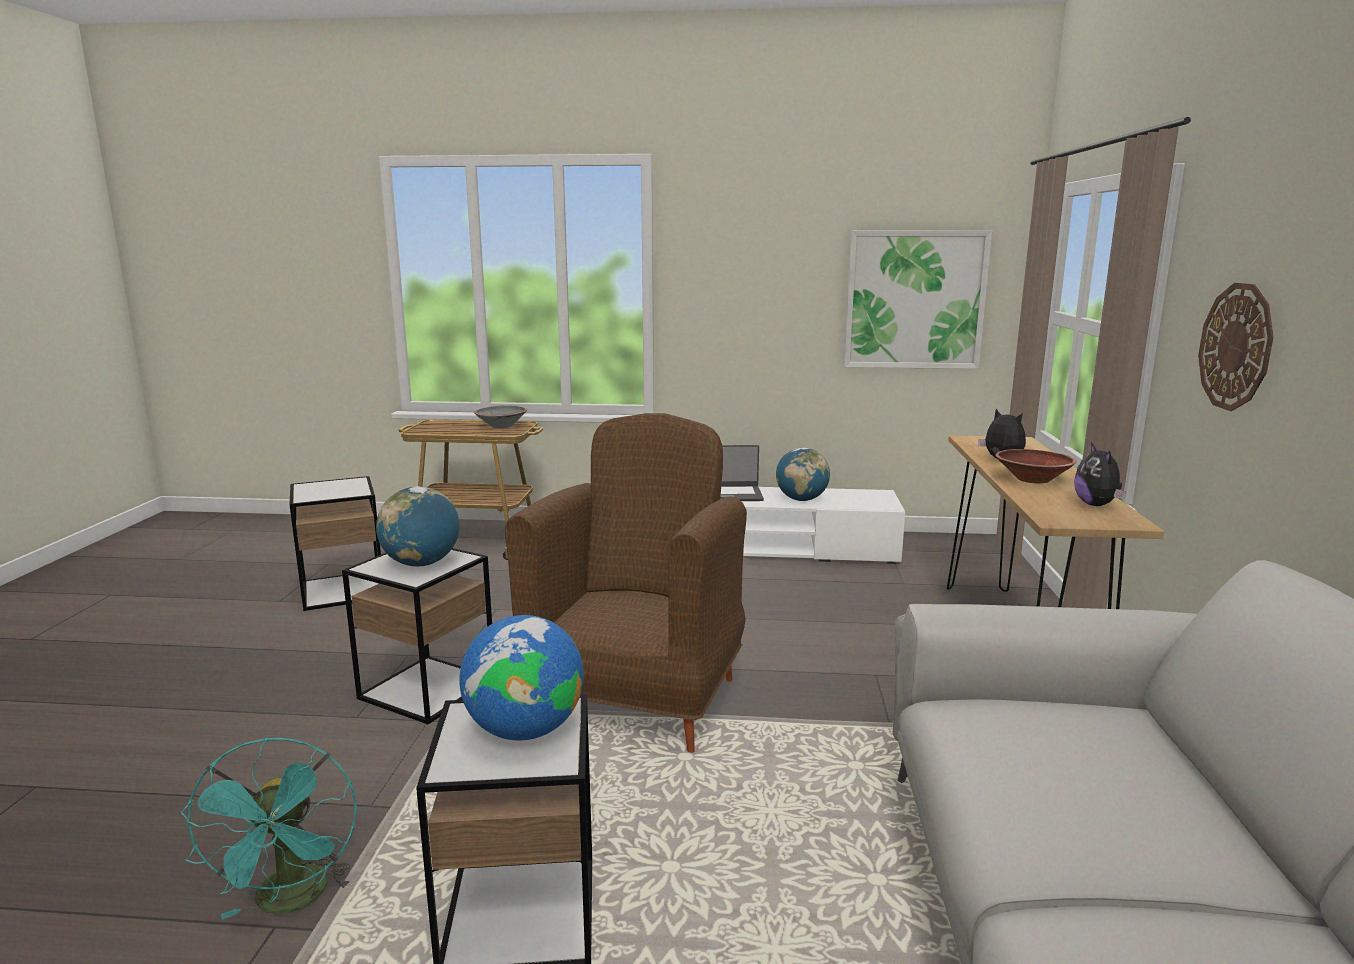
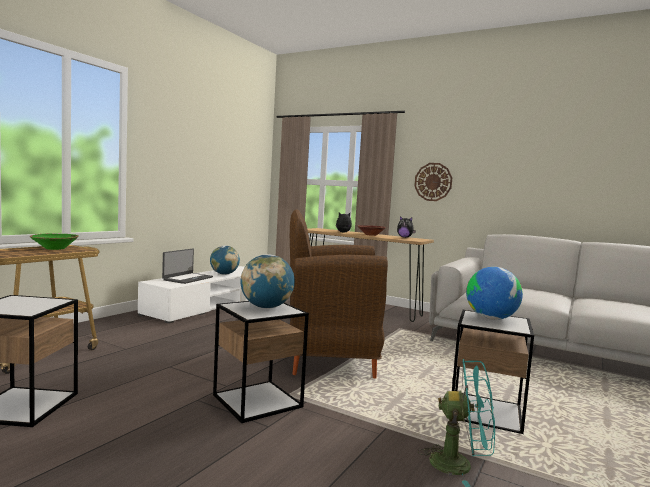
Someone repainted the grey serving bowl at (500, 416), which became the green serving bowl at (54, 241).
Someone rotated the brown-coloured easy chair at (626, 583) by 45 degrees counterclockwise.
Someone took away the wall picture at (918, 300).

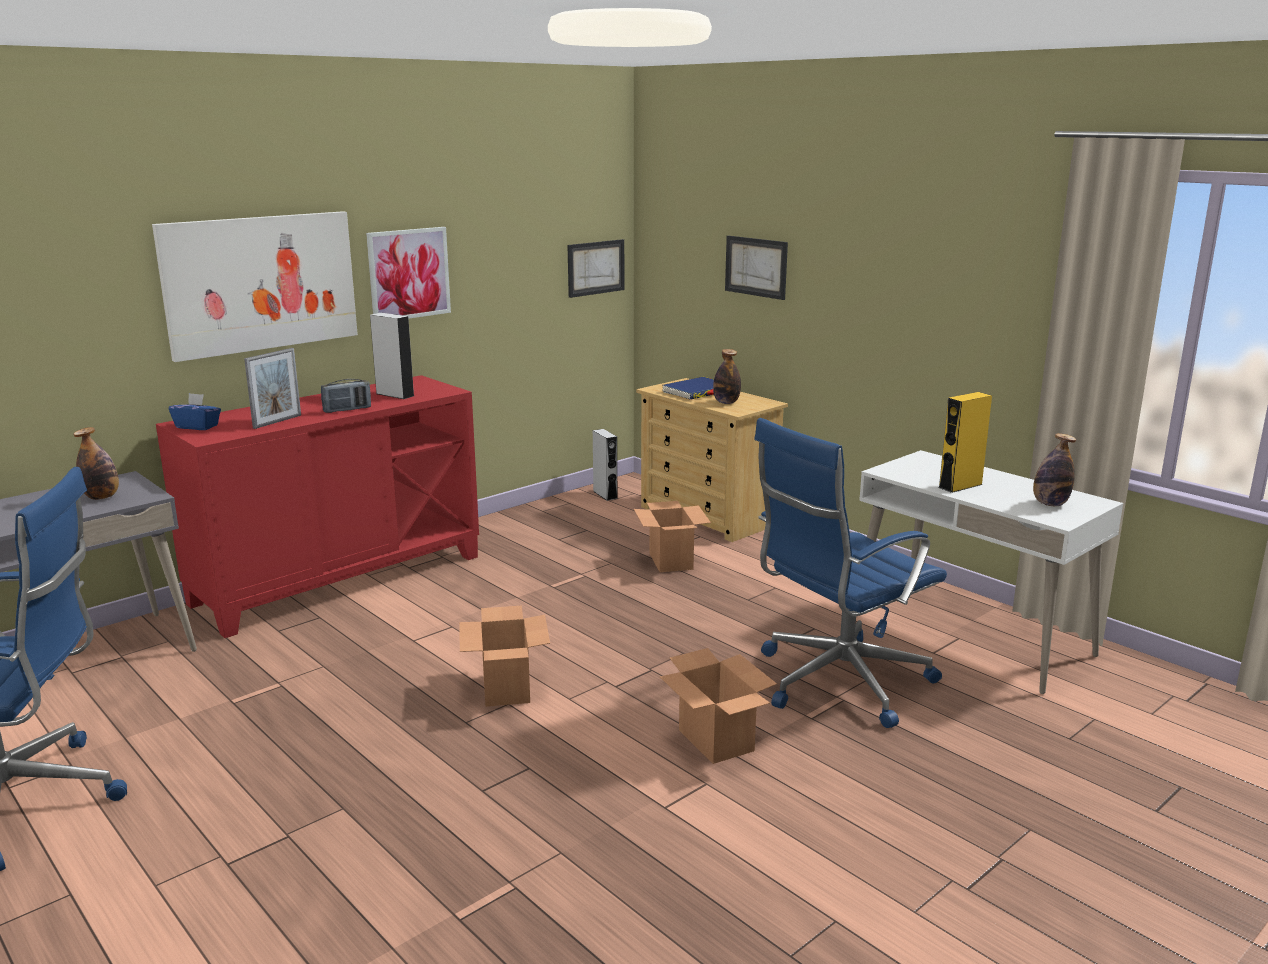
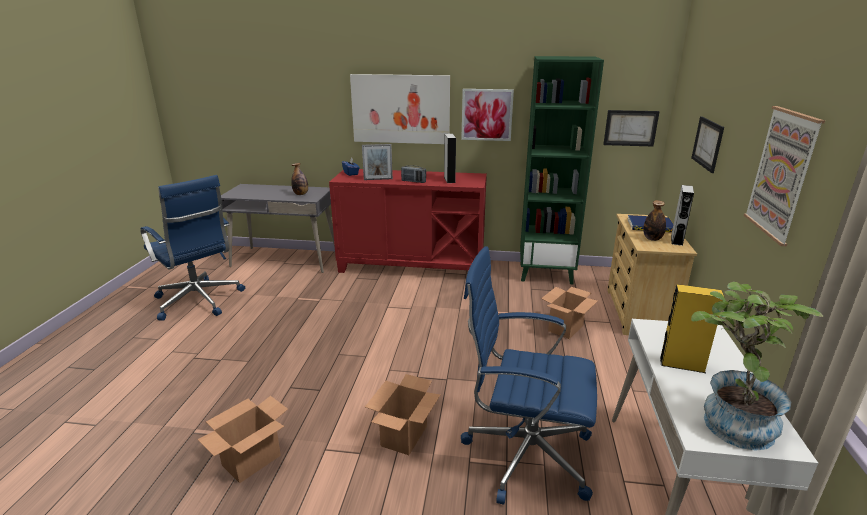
Someone carried the carton from (504, 656) to (242, 439).
Someone carried the grey audio speaker from (605, 465) to (682, 215).
Someone swapped the beverage bottle at (1054, 469) for the plant in a pot at (757, 366).
Someone put down the green bookshelf at (562, 170).
Someone put up the wall picture at (784, 176).

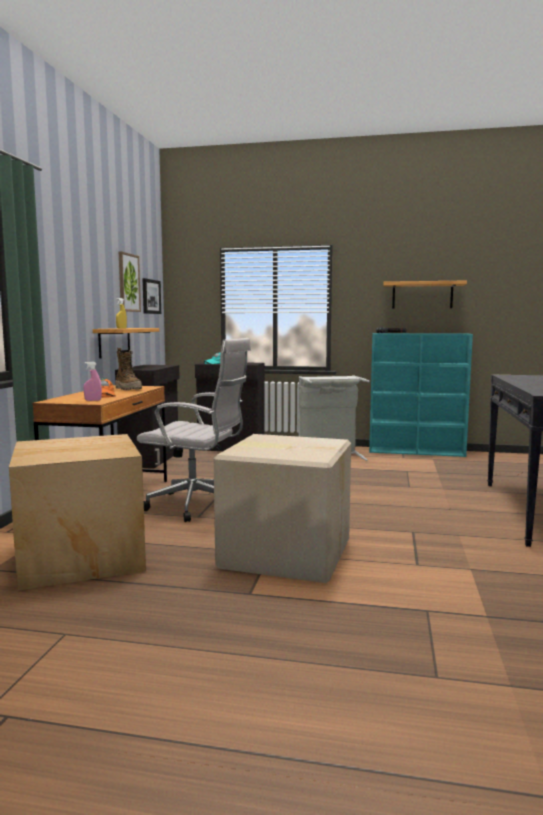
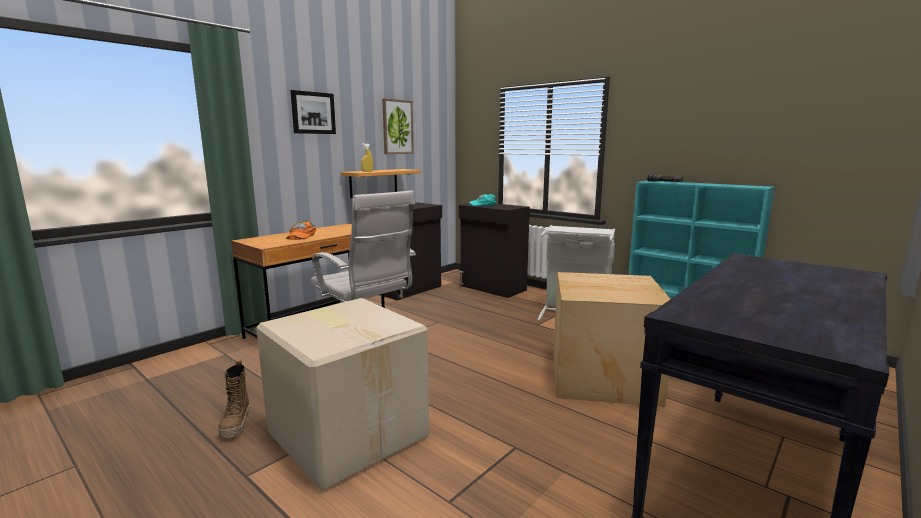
Someone carried the carton from (77, 512) to (611, 339).
Someone took away the pinkish spray bottle at (93, 381).
Someone carried the boot from (128, 369) to (234, 399).
Someone carried the wall picture from (151, 296) to (313, 112).
Someone took away the wall shelf at (425, 294).

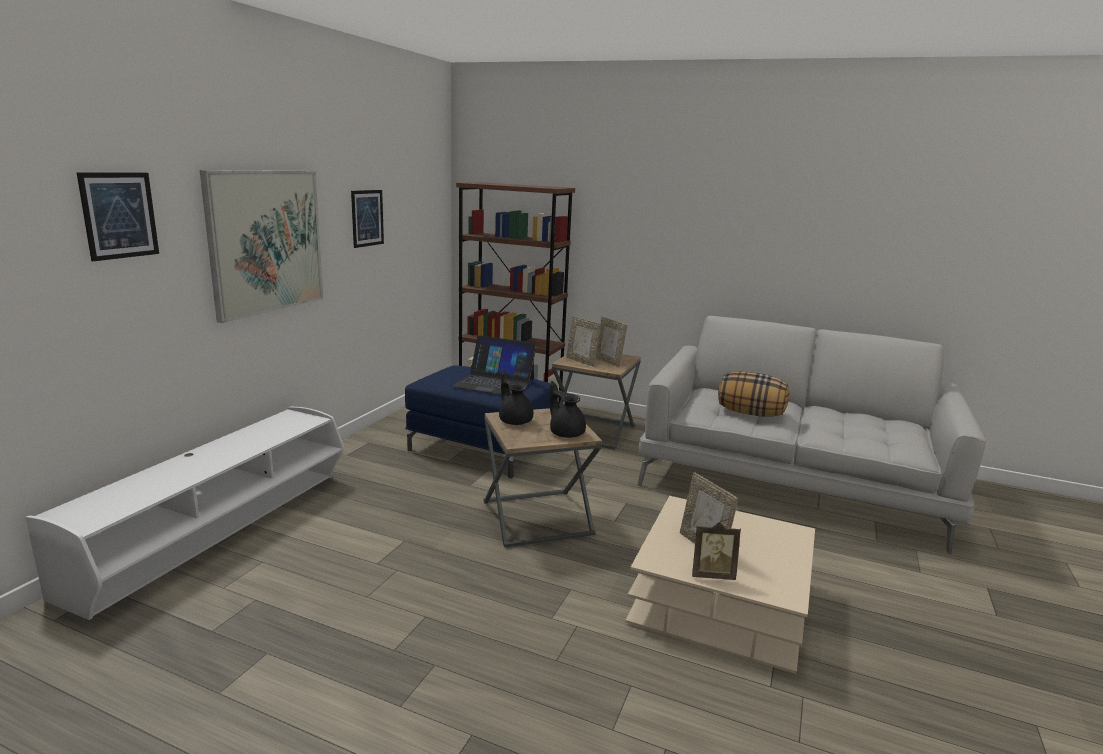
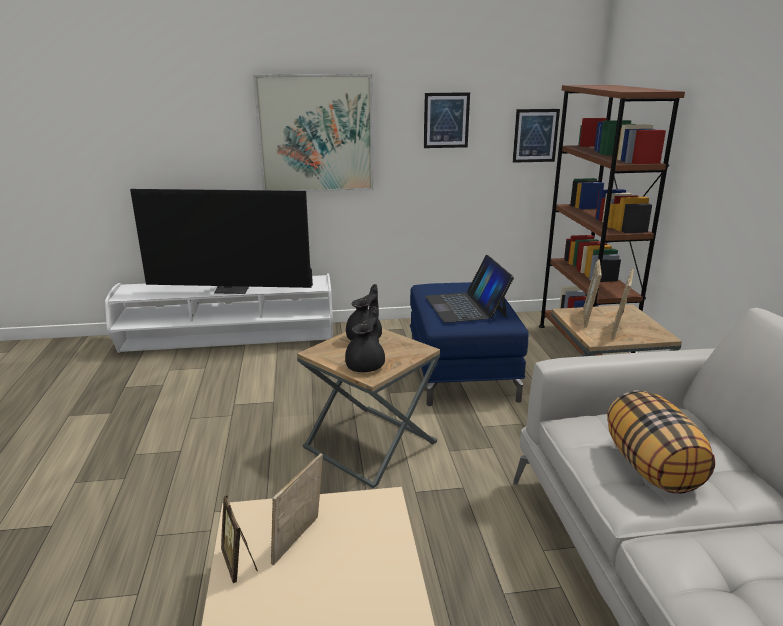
Someone carried the wall picture from (117, 216) to (536, 136).
Someone put down the television at (221, 241).

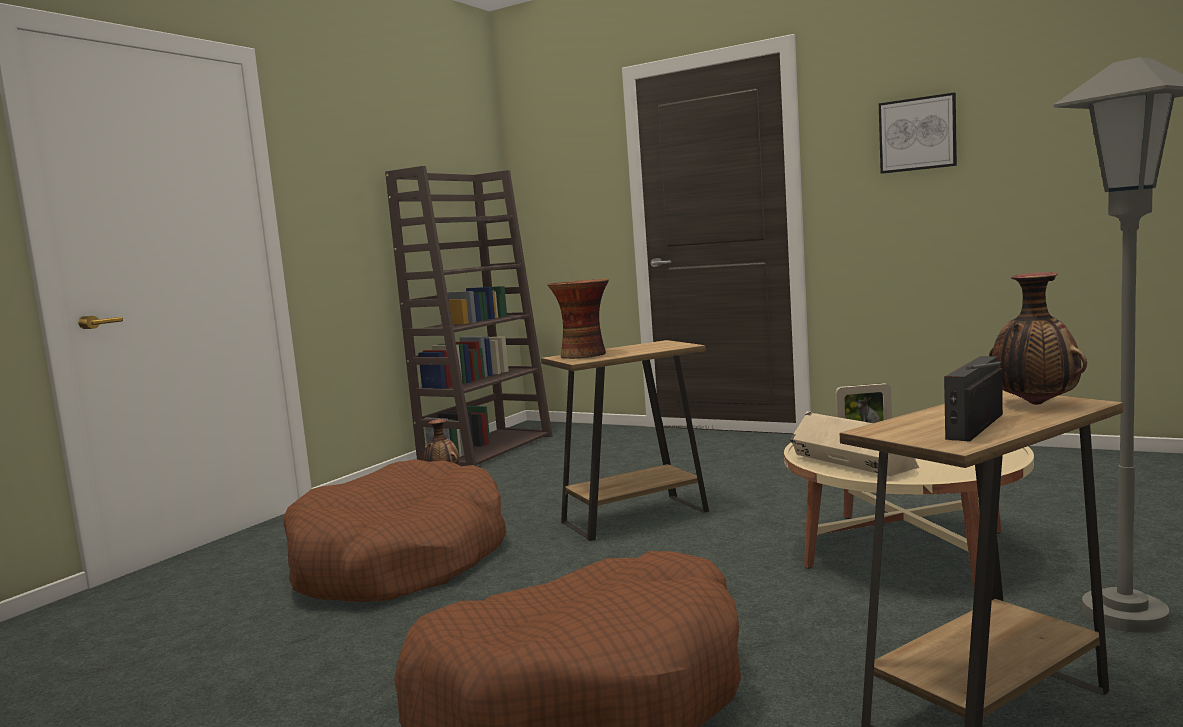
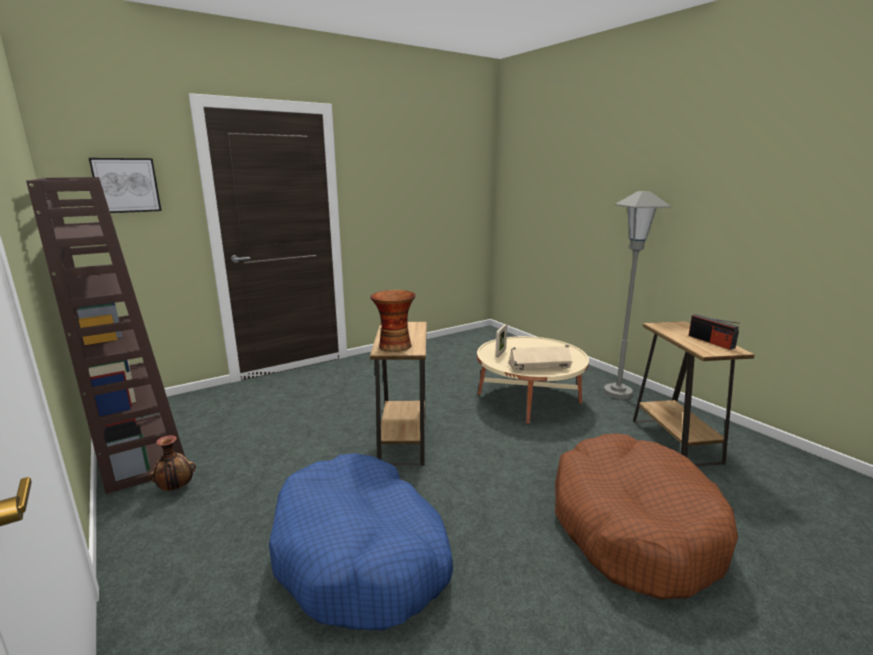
Someone repainted the brown-coloured pet bed at (394, 530), which became the blue-coloured pet bed at (361, 541).
Someone carried the wall picture from (918, 133) to (125, 185).
Someone took away the flower vase at (1038, 338).

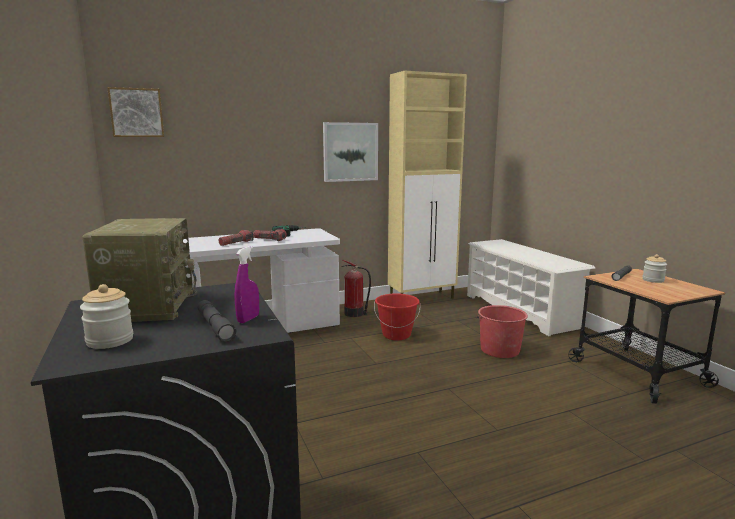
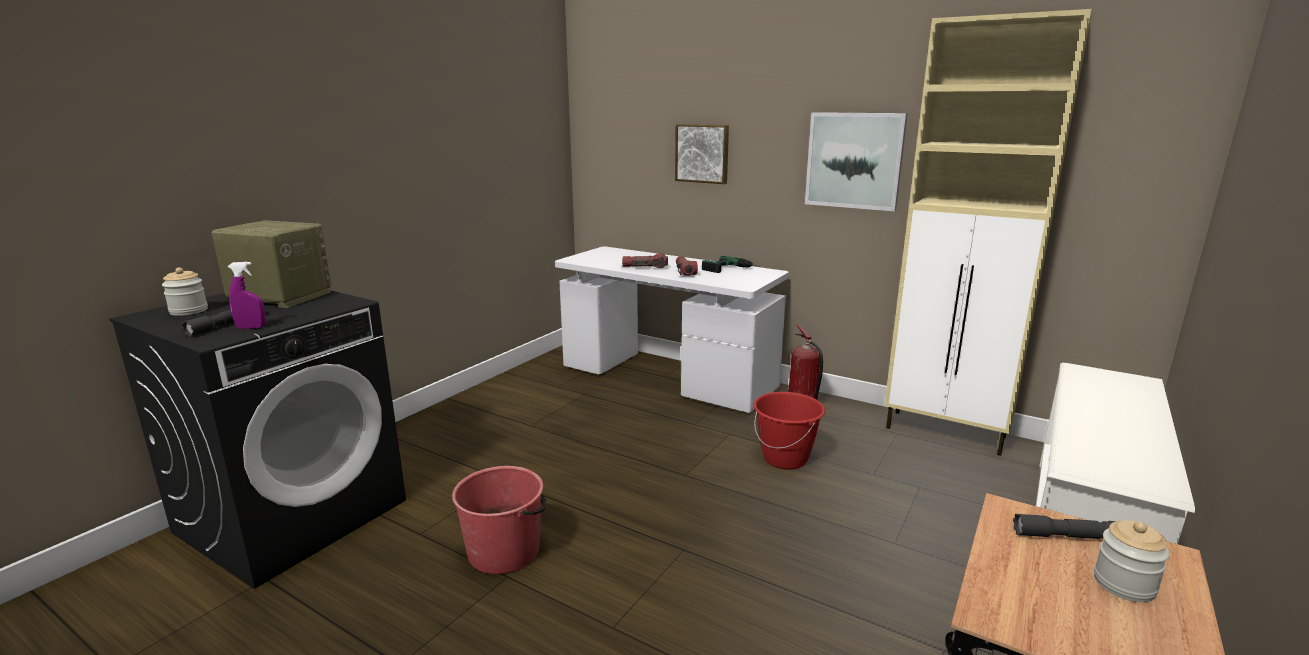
Someone rotated the radio at (139, 270) by 120 degrees counterclockwise.
Someone carried the wall picture from (135, 112) to (702, 154).
Someone carried the reddish pail from (502, 331) to (499, 520).

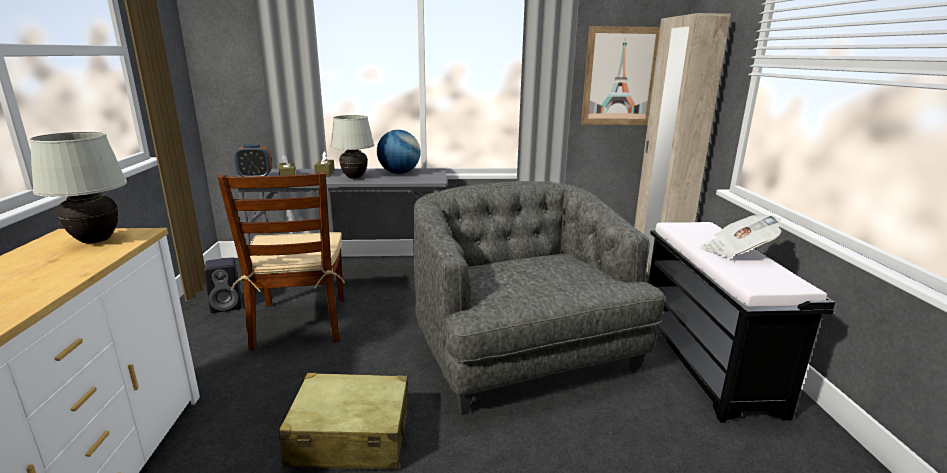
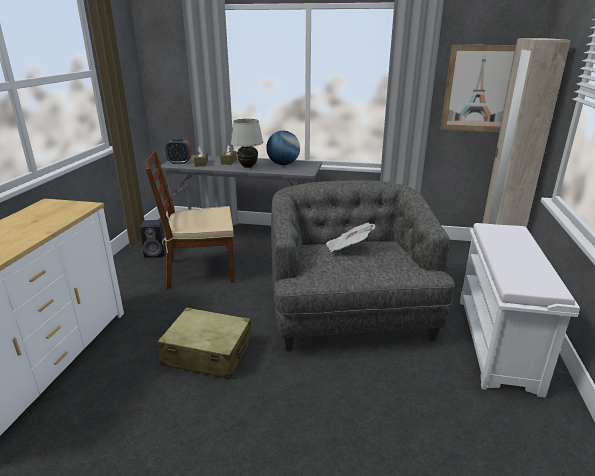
Someone took away the white-coloured tabletop lamp at (78, 188).
Someone rotated the brown-coloured upright chair at (281, 261) by 75 degrees clockwise.
Someone repainted the black-coloured long seat at (741, 322), which became the white-coloured long seat at (520, 310).
Someone carried the newspaper from (741, 236) to (350, 237).

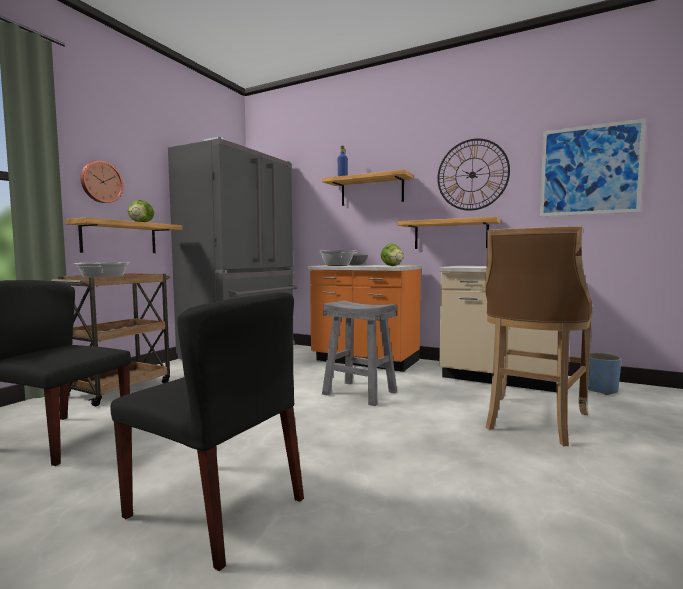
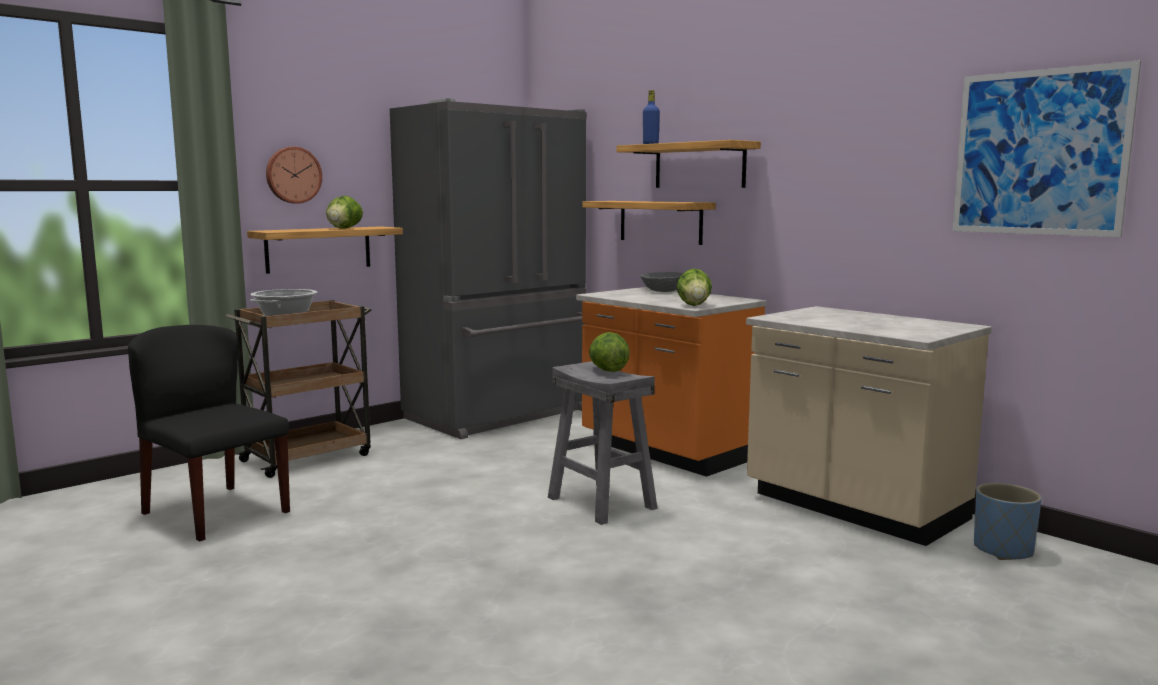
Someone took away the black-coloured upright chair at (207, 431).
Someone took away the stockpot at (338, 258).
Someone carried the wall shelf from (449, 233) to (649, 223).
Someone took away the wall clock at (473, 174).
Someone took away the brown-coloured stool seat at (539, 336).
Someone put down the lettuce head at (609, 352).

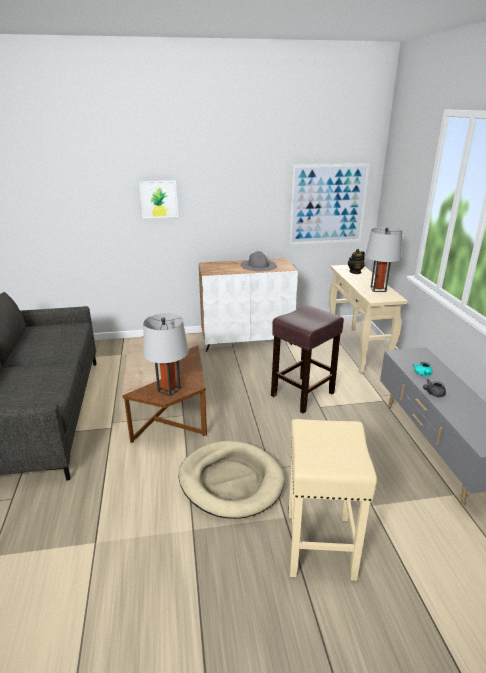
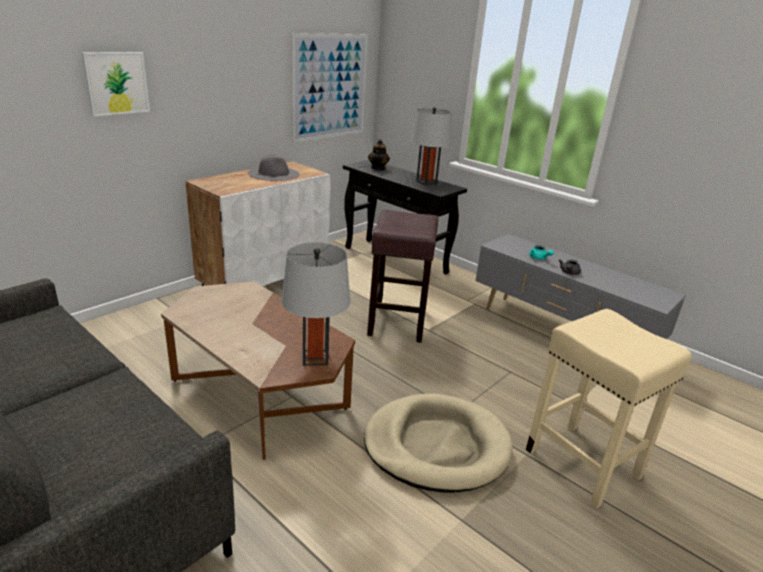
Someone repainted the sand-coloured console table at (368, 319), which became the black-coloured console table at (405, 217).

